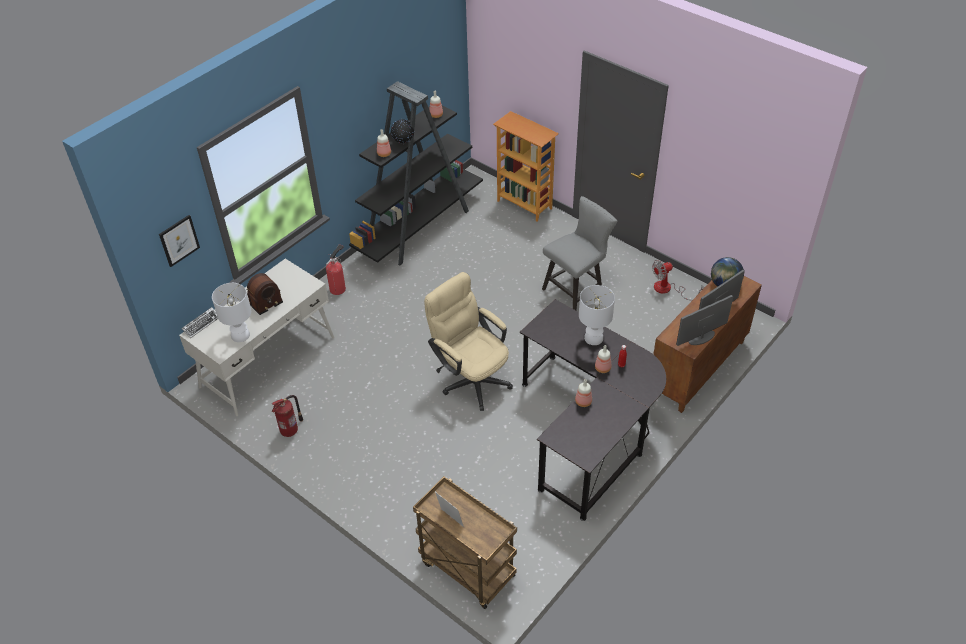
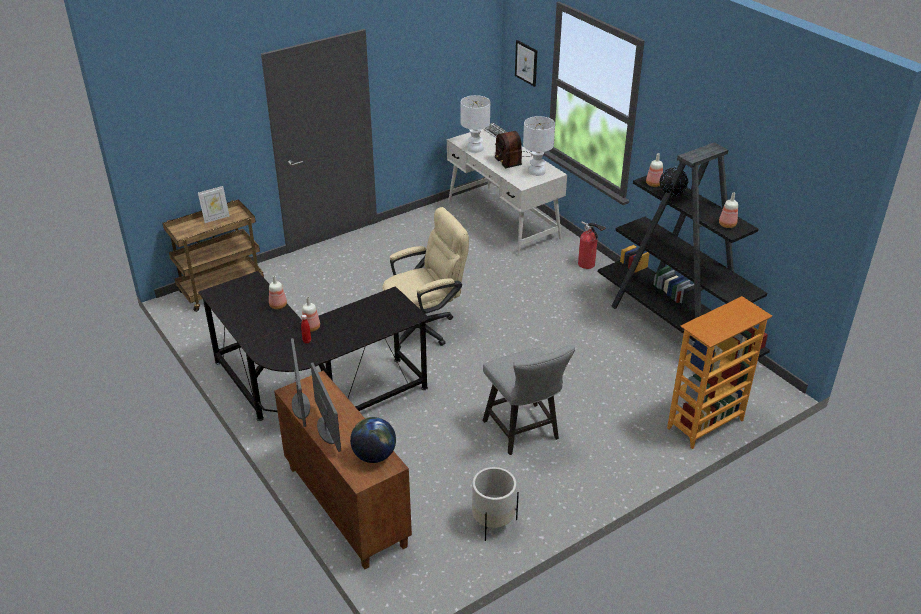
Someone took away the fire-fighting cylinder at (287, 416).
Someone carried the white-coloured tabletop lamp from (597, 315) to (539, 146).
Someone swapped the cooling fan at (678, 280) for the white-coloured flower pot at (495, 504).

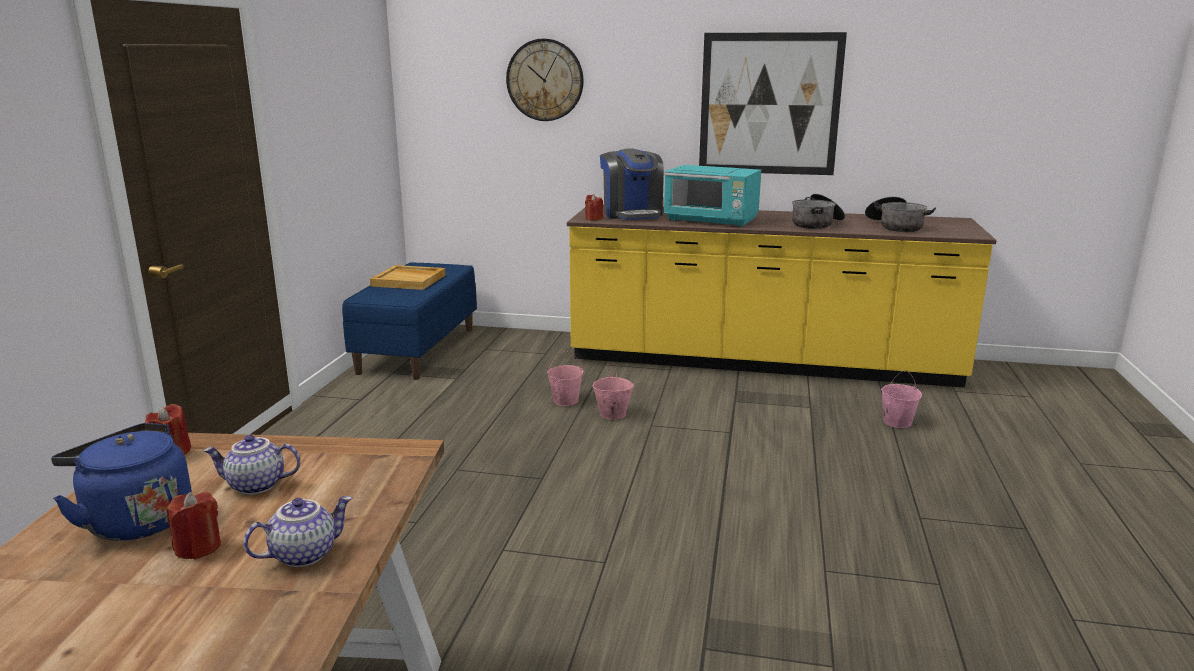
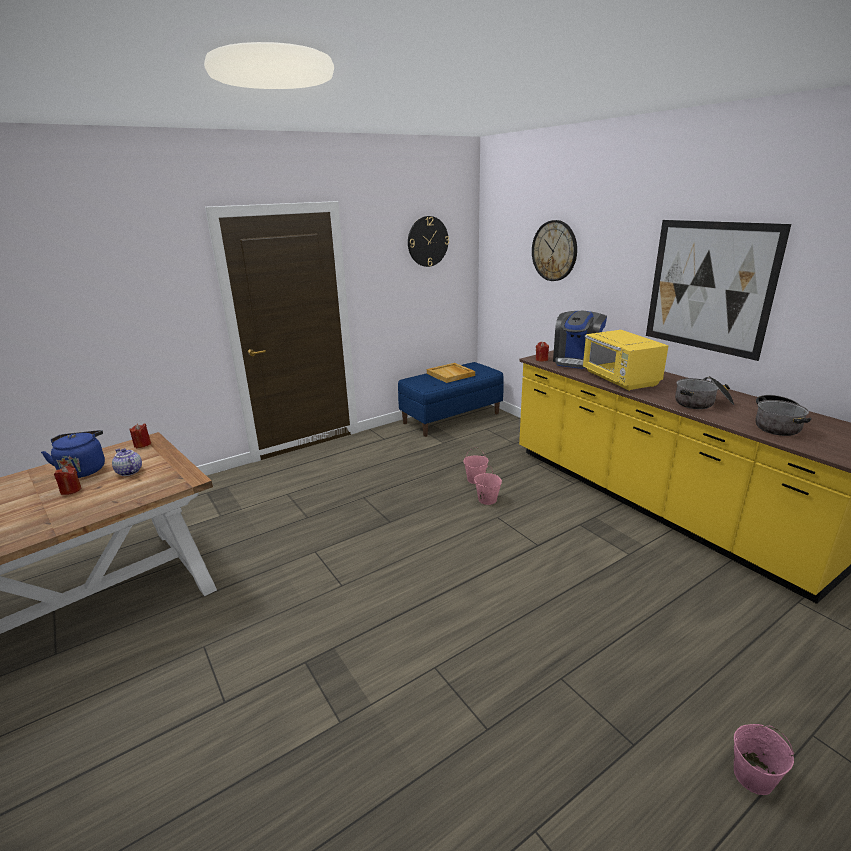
Someone took away the tea pot at (297, 531).
Someone repainted the turquoise kitchen microwave at (712, 196), which became the yellowish kitchen microwave at (625, 360).
Someone carried the pinkish pail from (901, 399) to (764, 759).
Someone put up the wall clock at (428, 241).

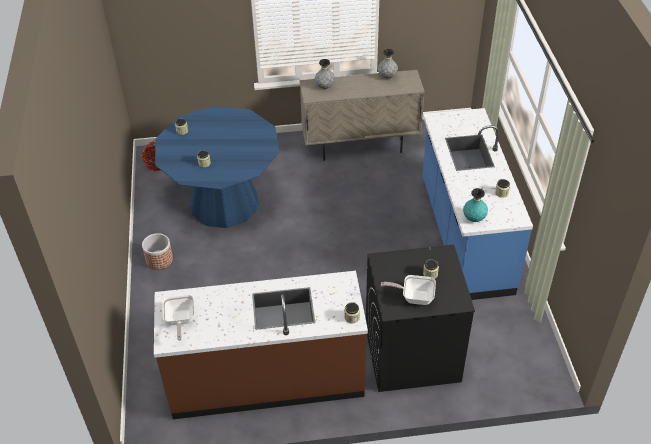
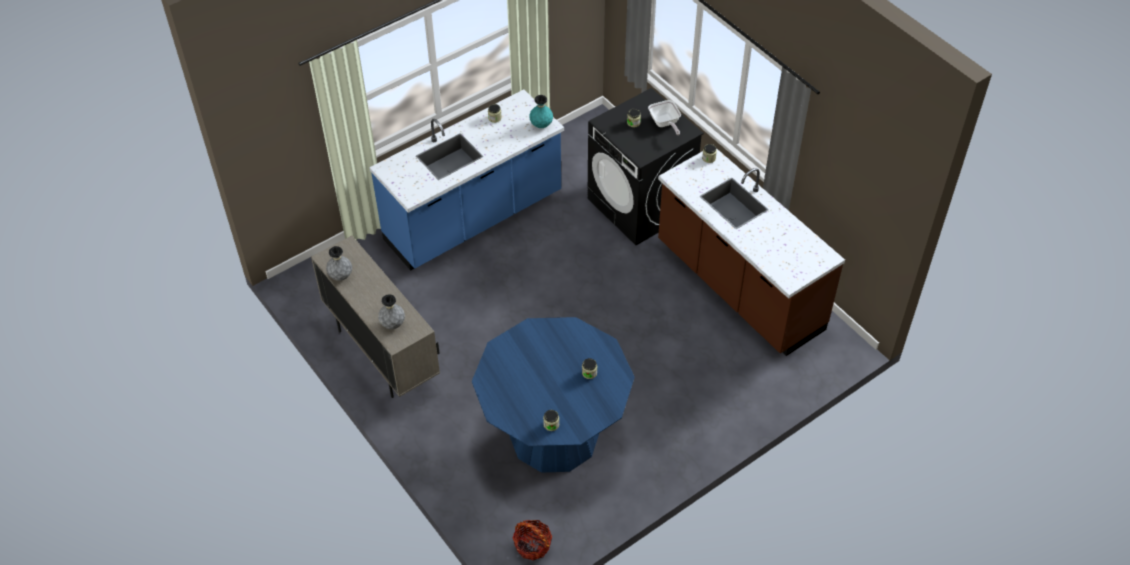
Someone took away the flower pot at (157, 251).
Someone took away the pan at (178, 317).

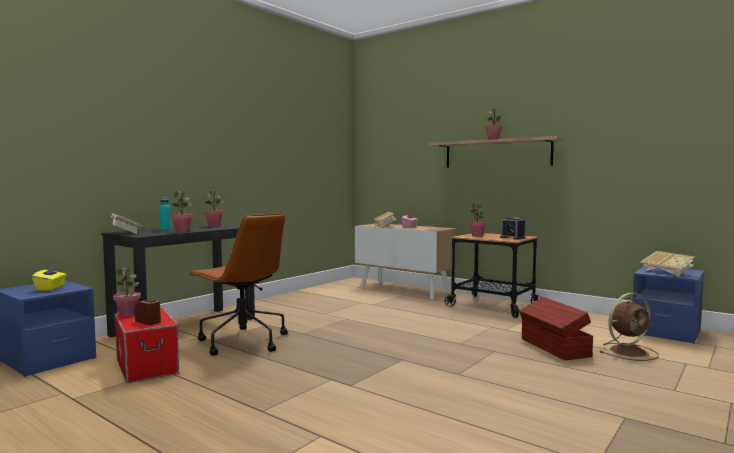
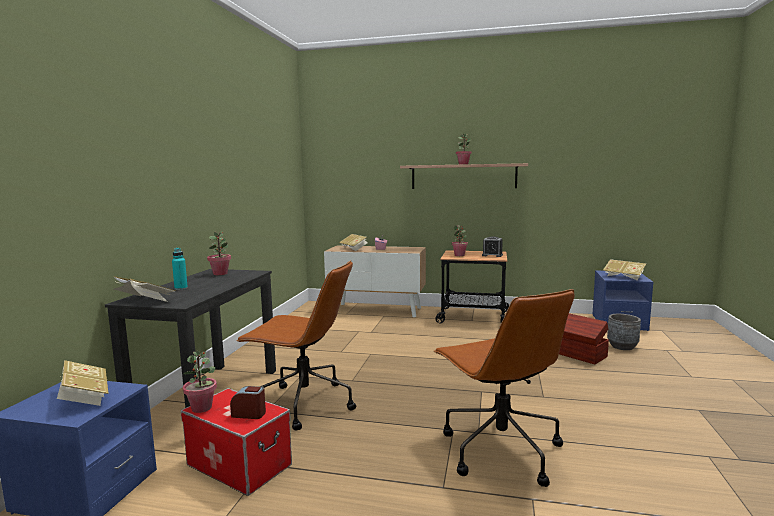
Someone swapped the yellowish box of tissues at (49, 278) for the bound book at (82, 383).
Someone took away the plant in a pot at (181, 211).
Someone swapped the brown-coloured cooling fan at (629, 327) for the grey flower pot at (624, 332).
Someone put down the brown-coloured computer chair at (504, 388).

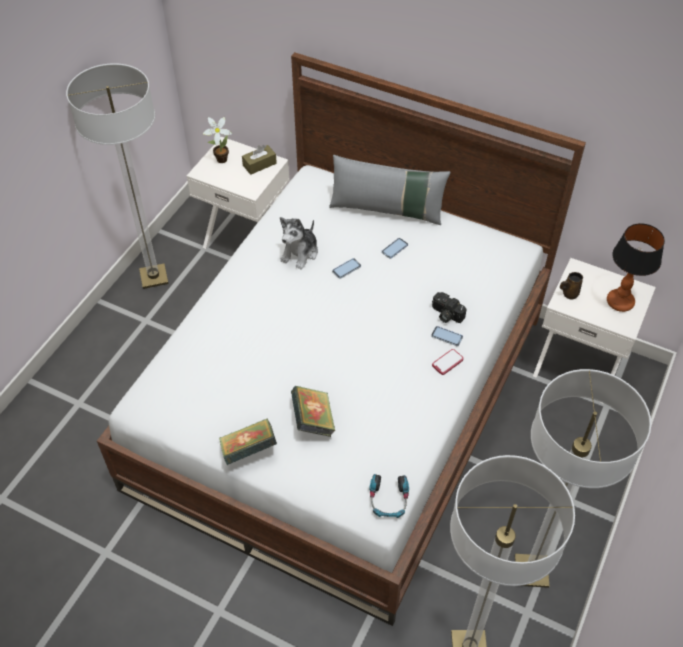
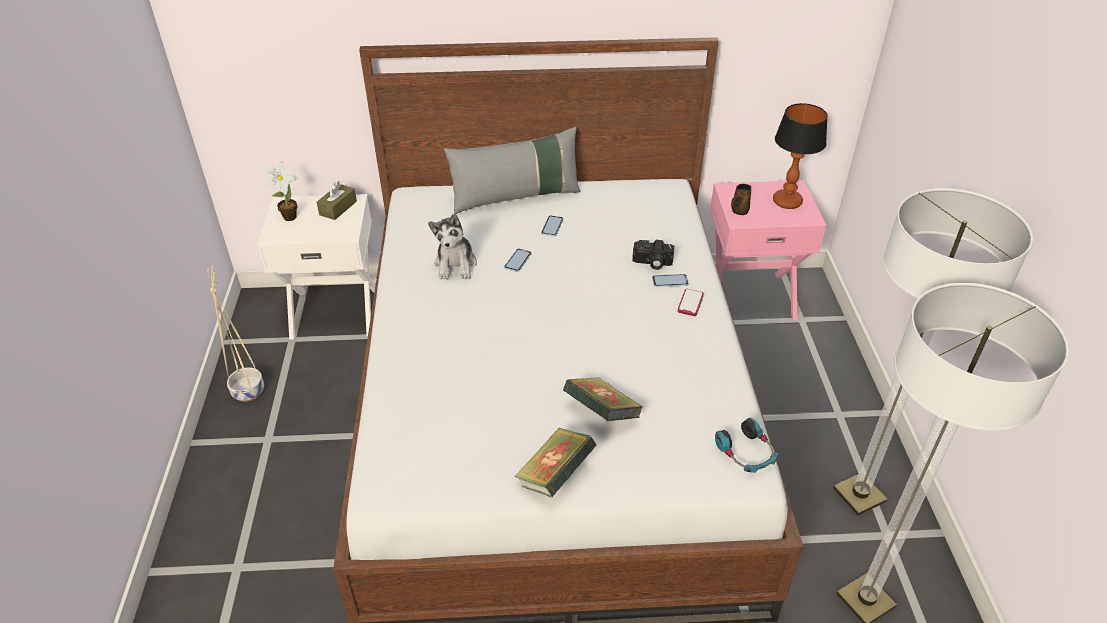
Someone swapped the standard lamp at (117, 176) for the sand-coloured flower pot at (236, 333).
Someone repainted the white-coloured night table at (594, 331), which became the pinkish night table at (768, 250).

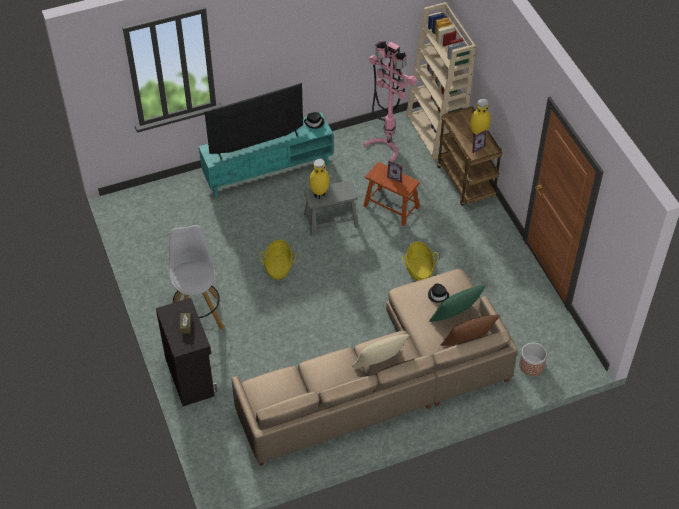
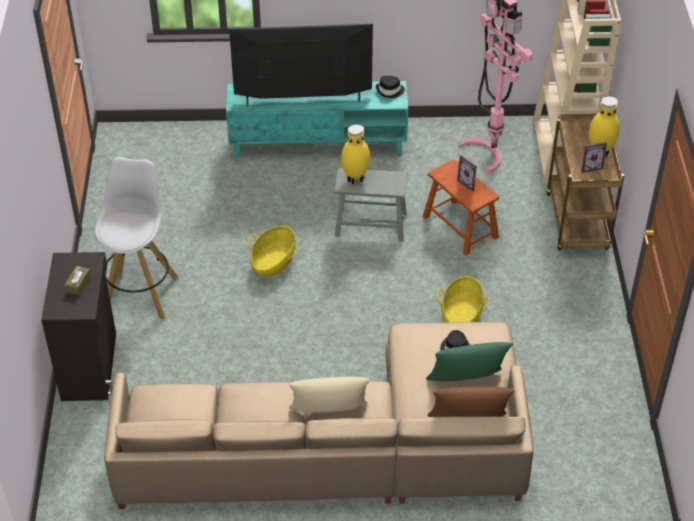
Someone took away the flower pot at (533, 359).

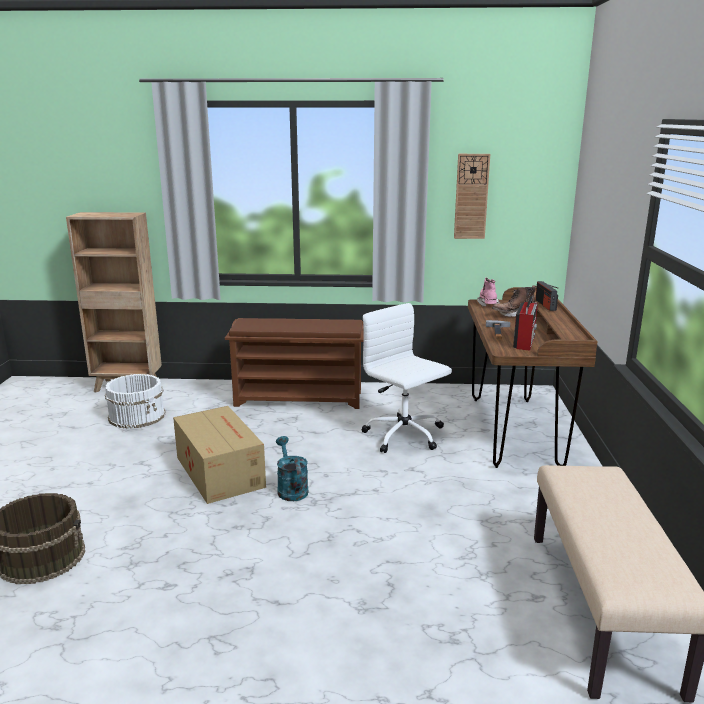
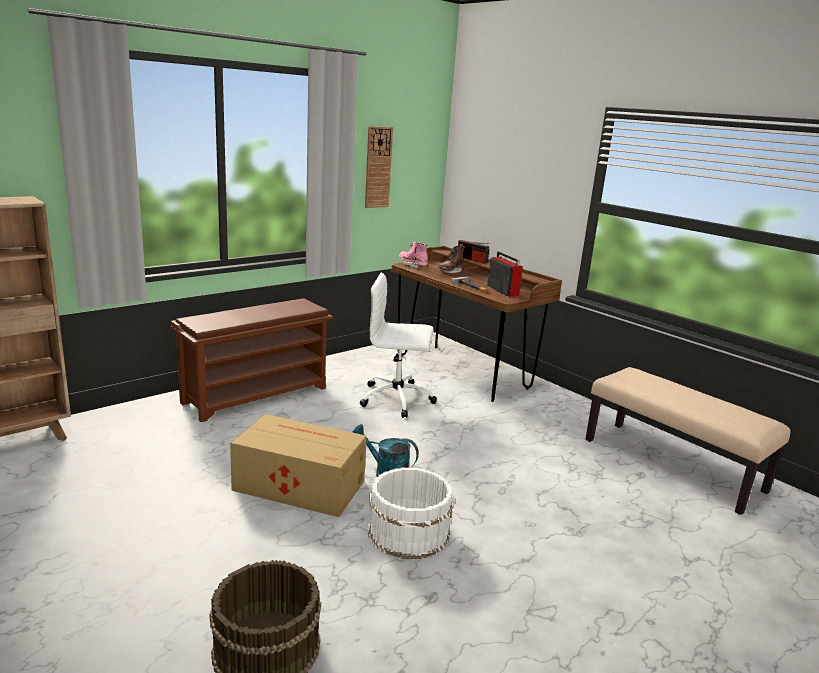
Someone carried the white-coloured pail from (135, 401) to (411, 513).

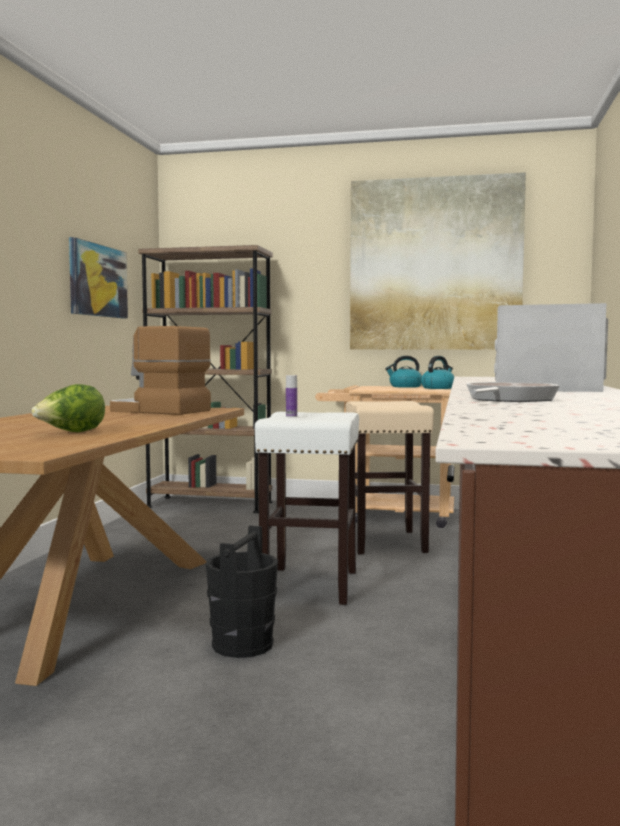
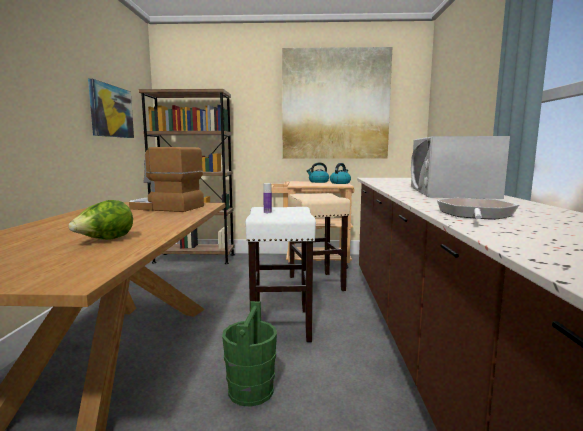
Someone repainted the black-coloured pail at (242, 591), which became the green pail at (249, 354).

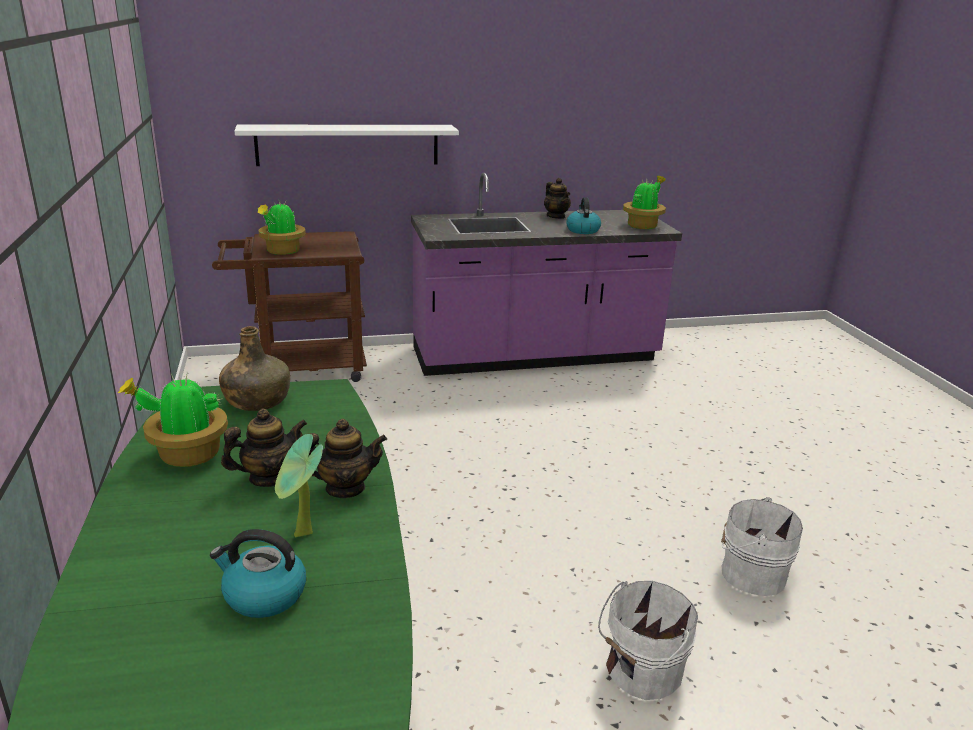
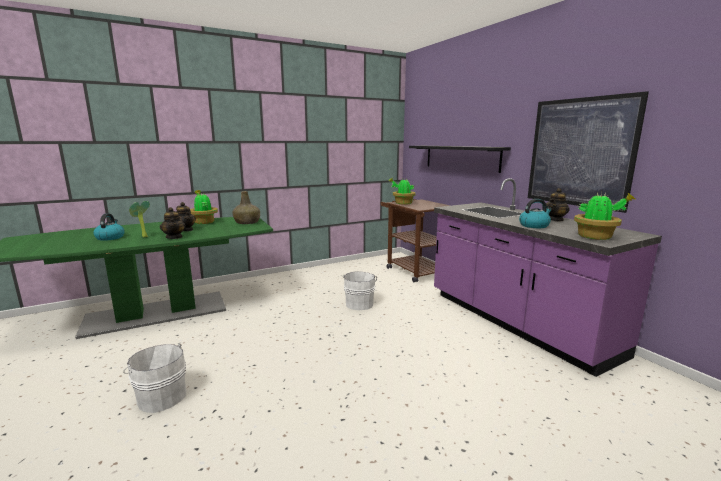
Someone repainted the white-coloured wall shelf at (347, 145), which became the black-coloured wall shelf at (460, 159).
Someone carried the white-coloured pail from (762, 546) to (360, 291).
Someone put up the wall picture at (588, 152).

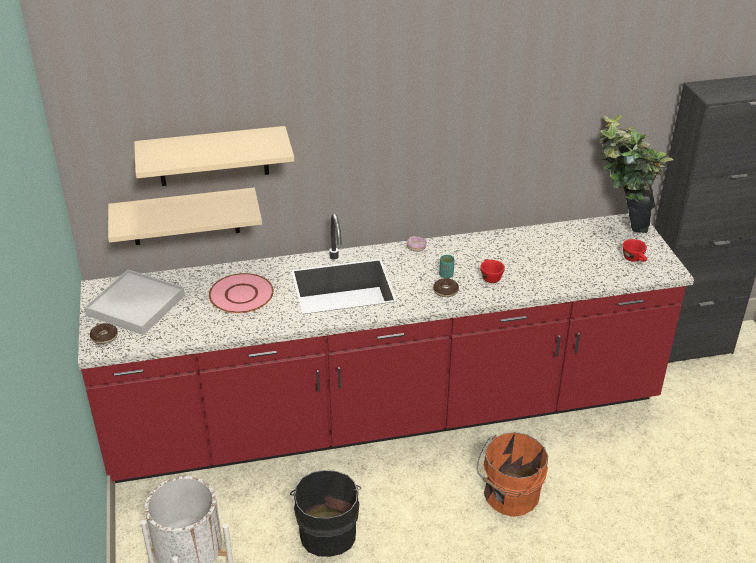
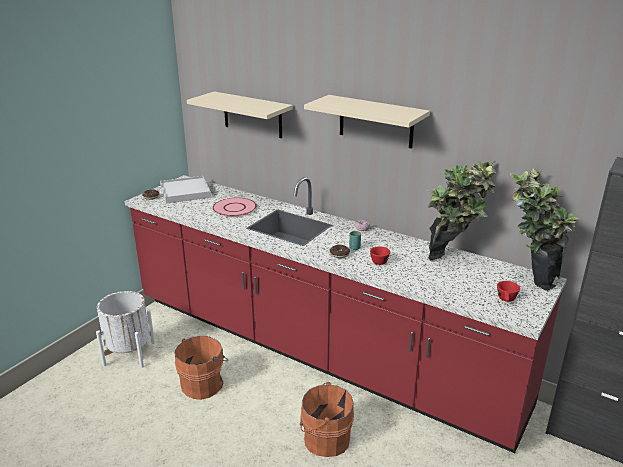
Someone carried the sand-coloured wall shelf from (185, 216) to (367, 122).
Someone repainted the black-coloured pail at (326, 513), which became the orangey pail at (201, 368).
Someone put down the plant in a pot at (461, 210).

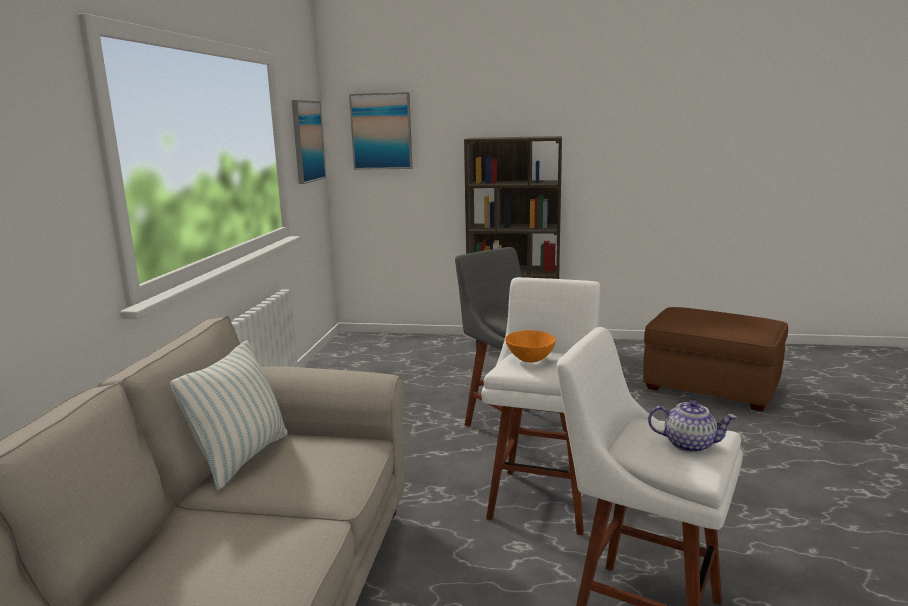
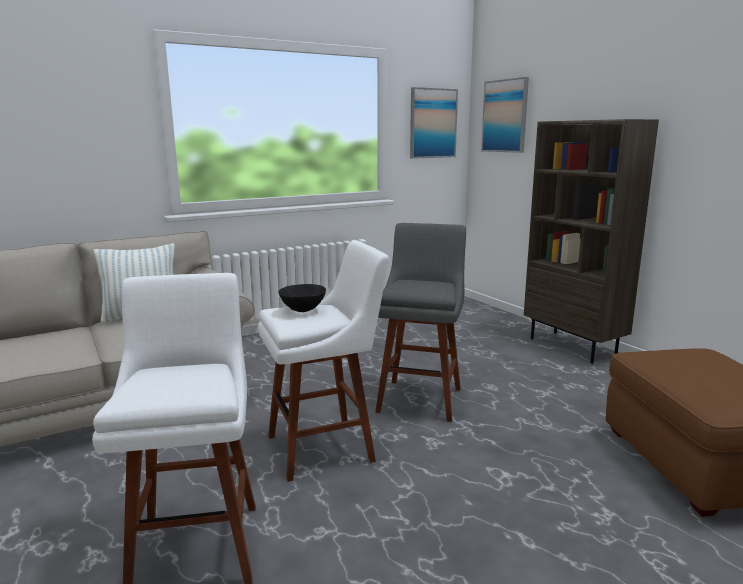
Someone repainted the orangey serving bowl at (530, 346), which became the black-coloured serving bowl at (302, 298).
Someone took away the tea pot at (692, 426).

